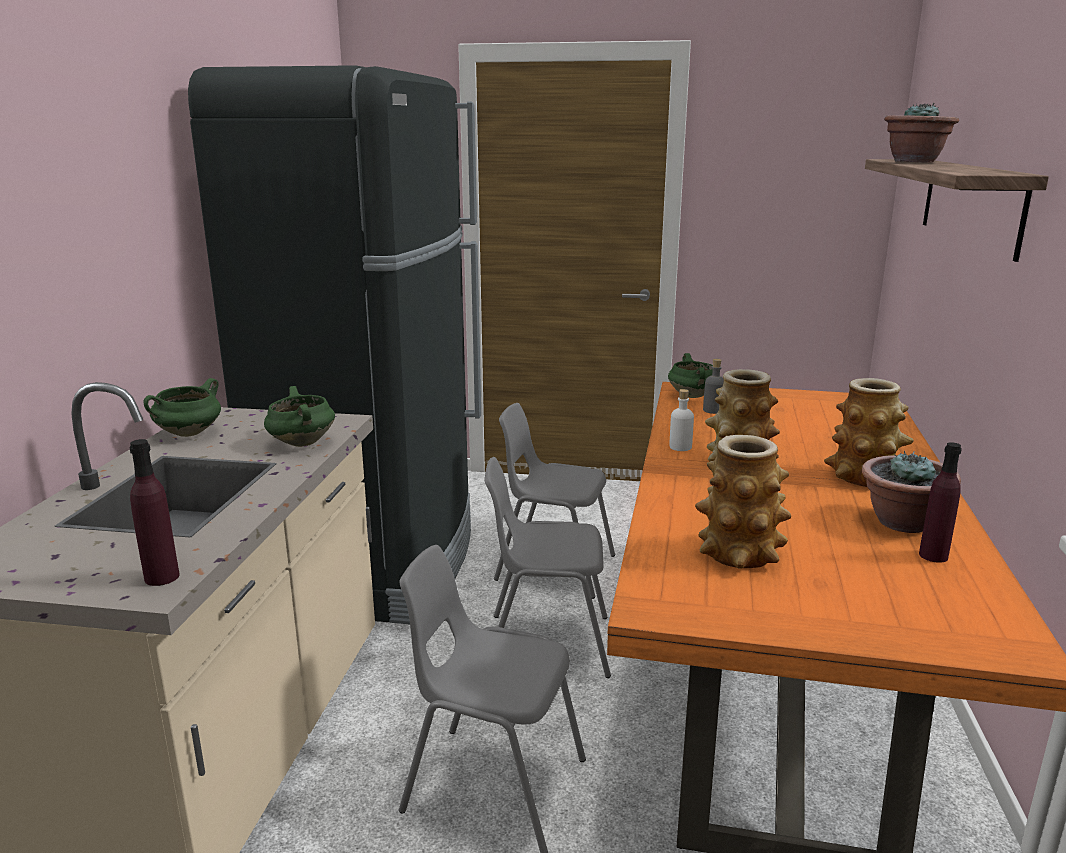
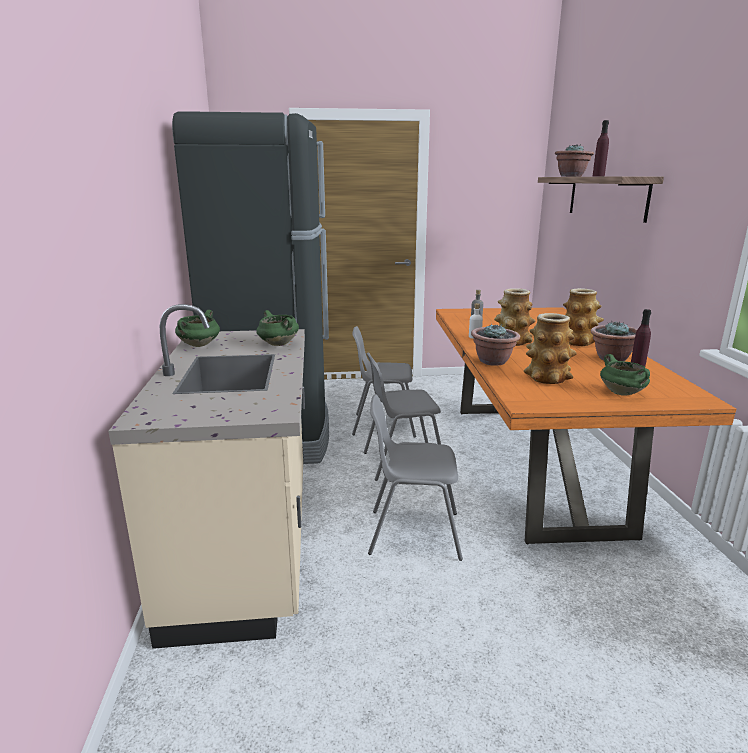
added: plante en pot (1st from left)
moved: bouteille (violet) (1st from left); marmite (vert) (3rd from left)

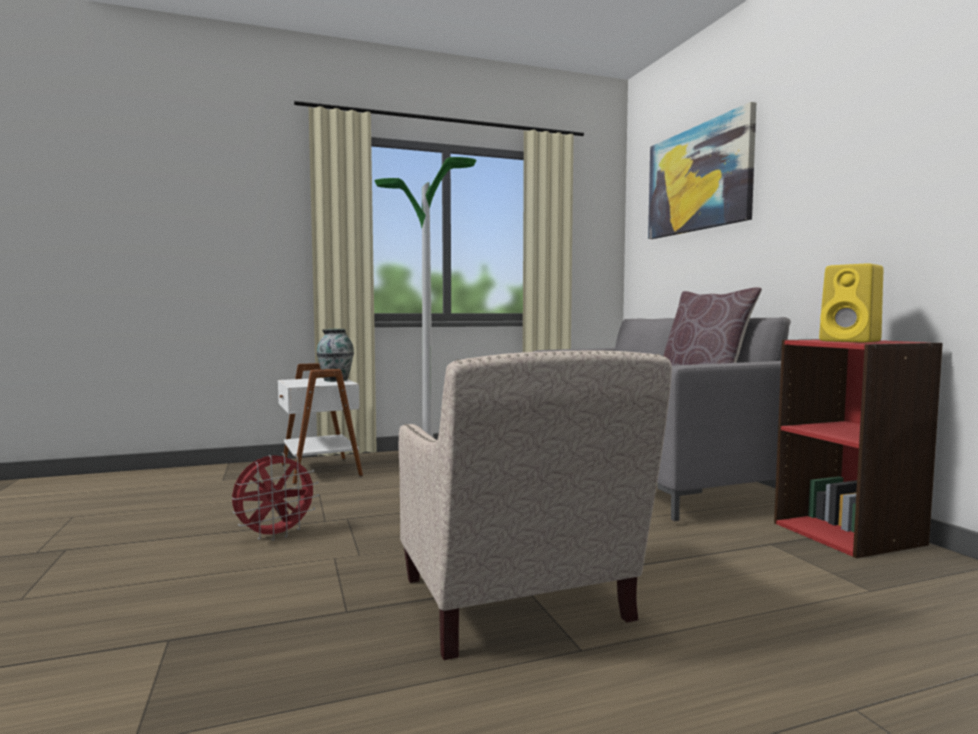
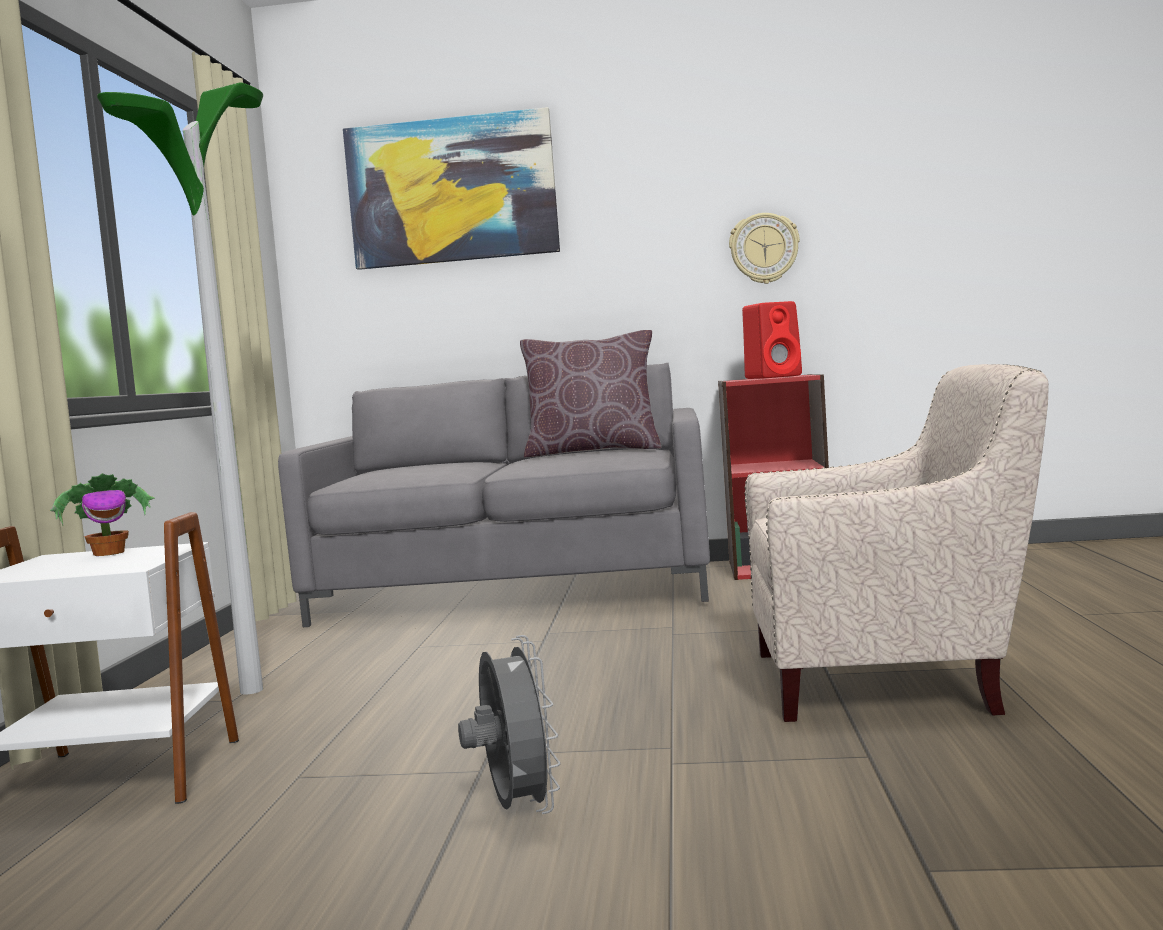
added: horloge murale
replaced: vase to plante en pot
recoloured: ventilateur (rouge) to ventilateur (gris); enceinte (jaune) to enceinte (rouge)

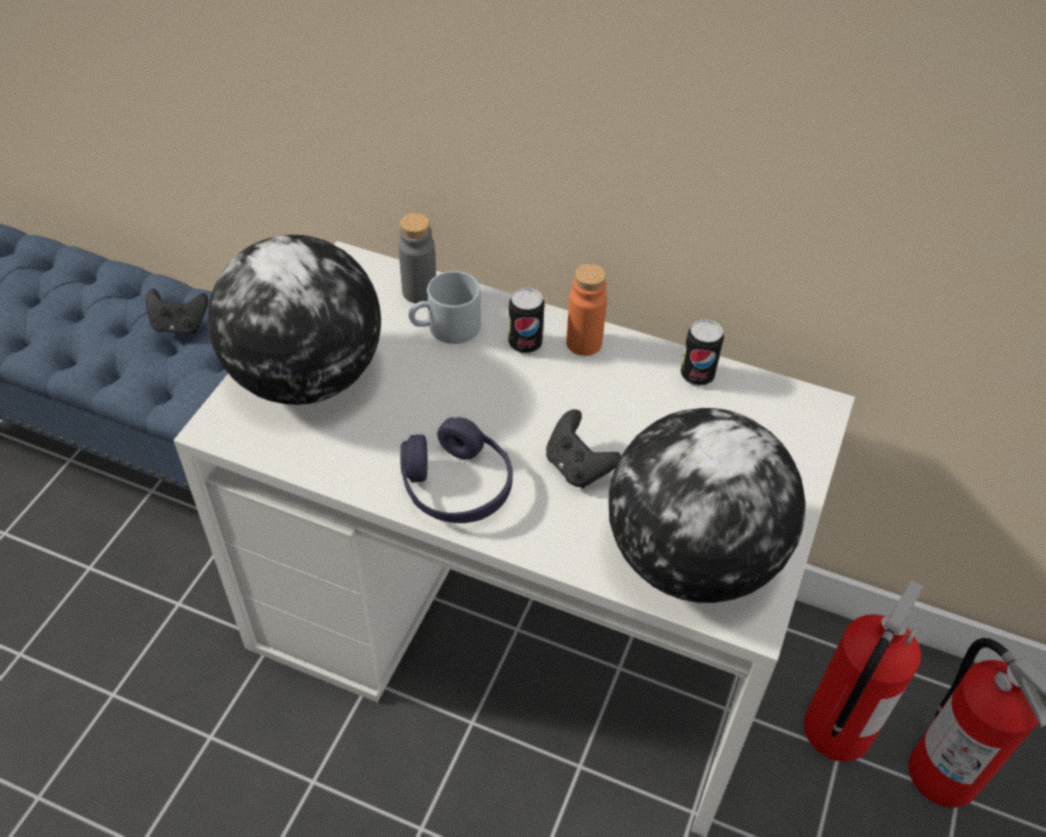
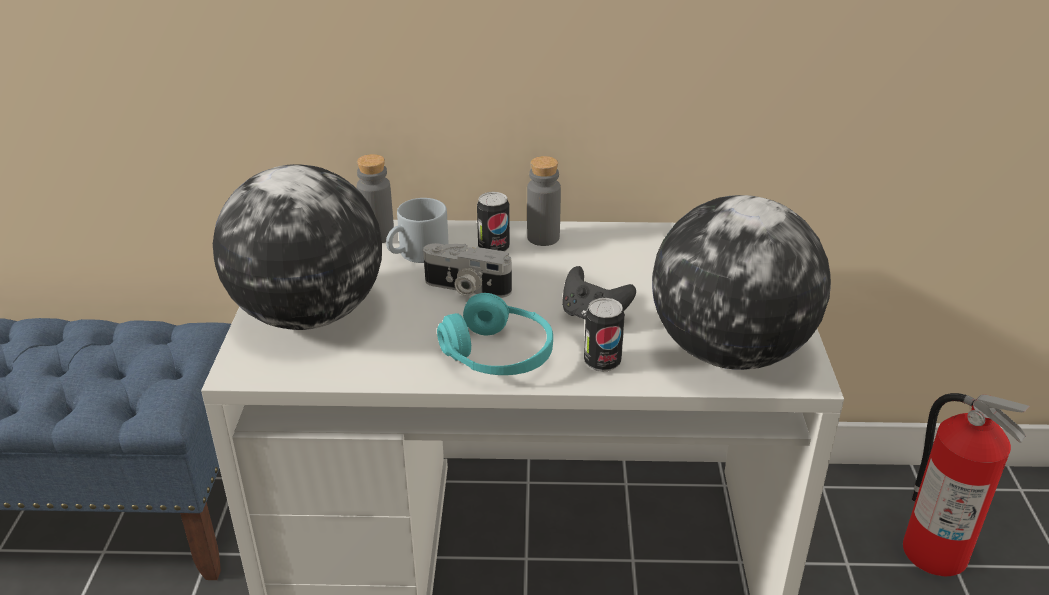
removed: manette (noir) (1st from left); extincteur (1st from left)
added: appareil photo
moved: boîte métallique (2nd from left)
recoloured: casque audio (violet) to casque audio (turquoise); bouteille (orange) to bouteille (gris) (2nd from left)

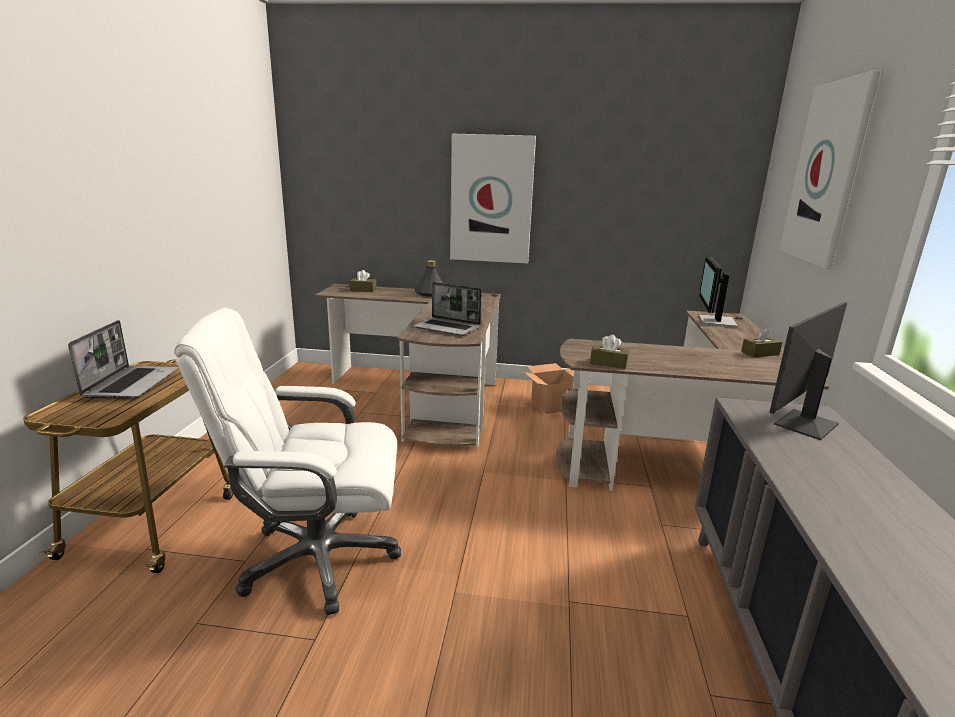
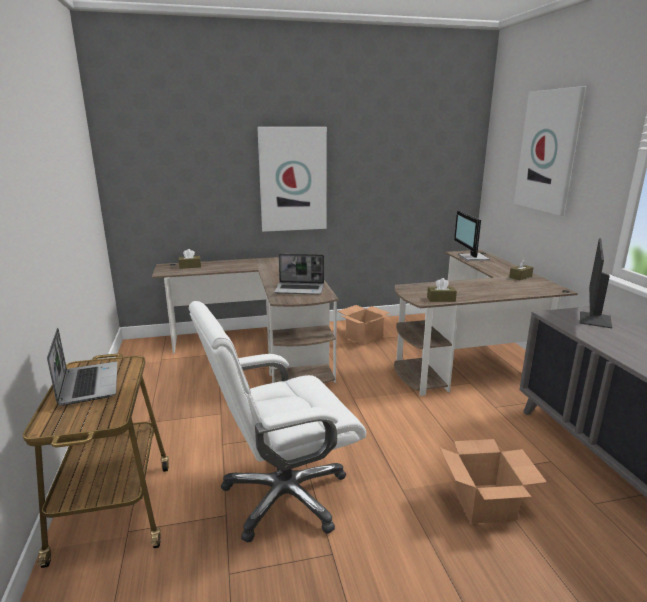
removed: bouteille (gris)
added: carton (2nd from left)

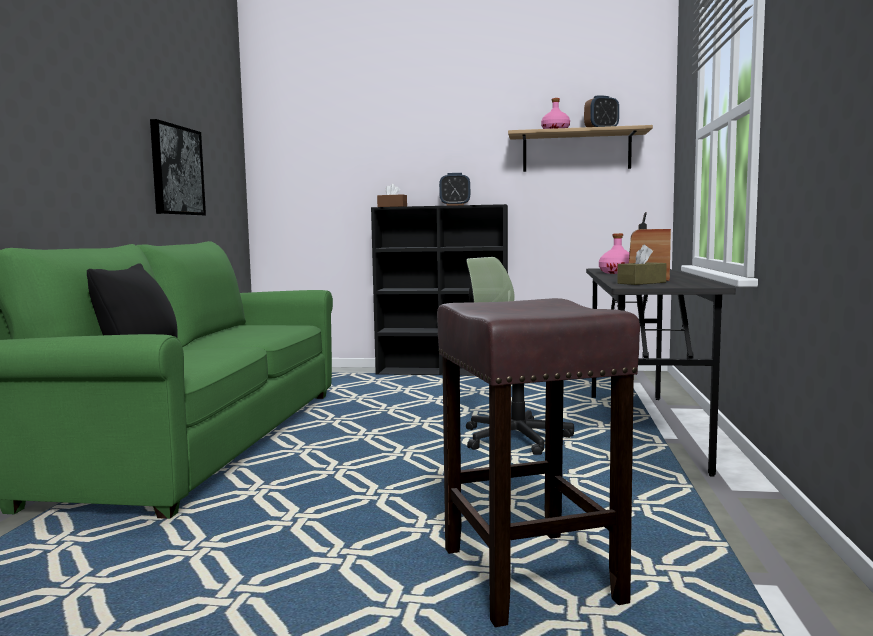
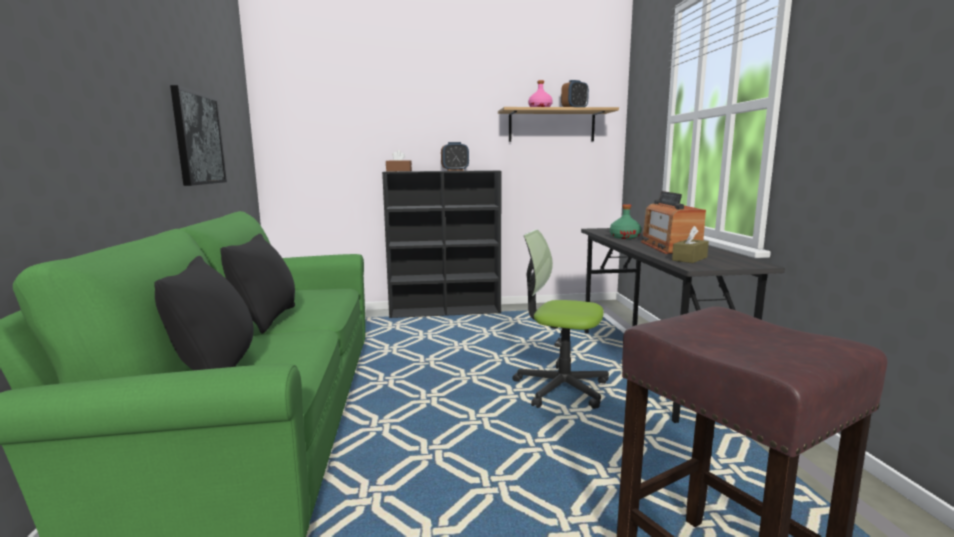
added: coussin (noir) (2nd from left)
recoloured: bouteille (rose) (2nd from left) to bouteille (vert)

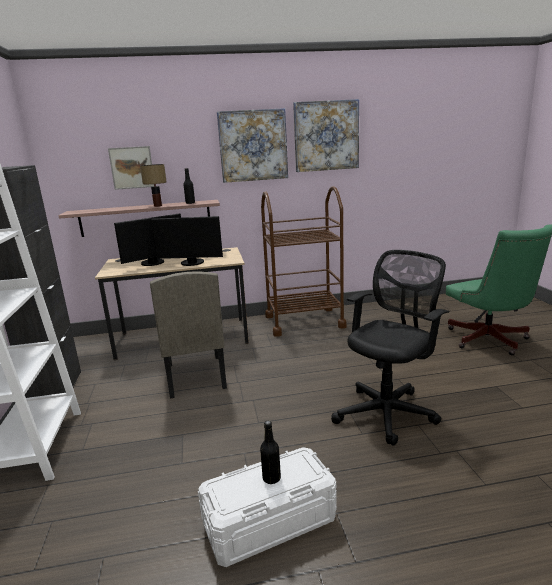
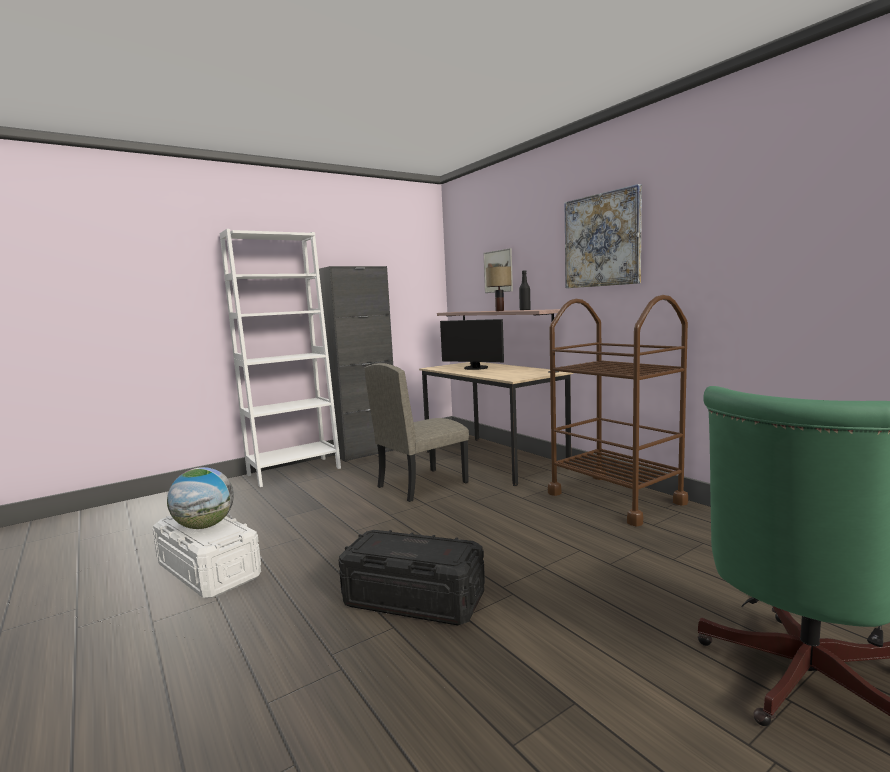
removed: écran d'ordinateur (2nd from left); tableau (3rd from left)
replaced: bouteille (noir) (2nd from left) to globe; chaise de bureau (noir) to boîte de rangement (noir)

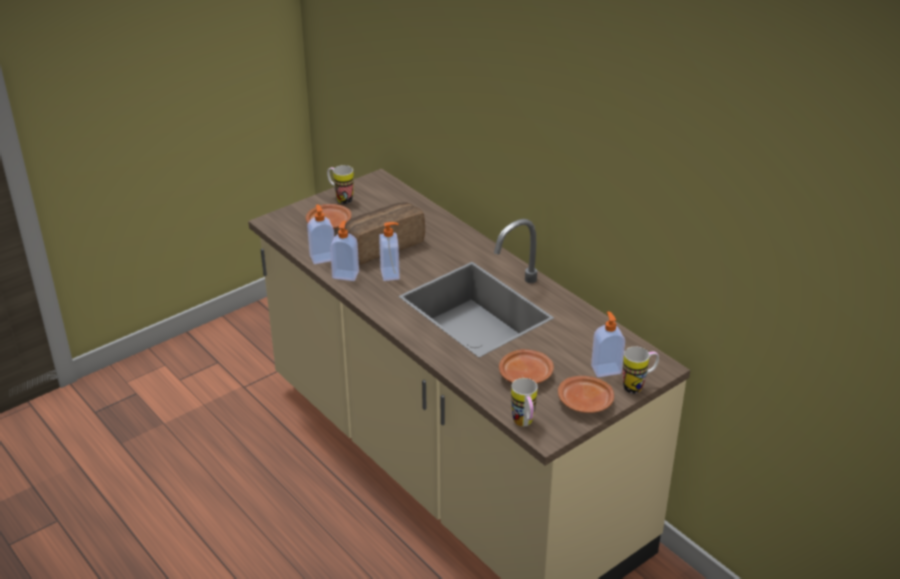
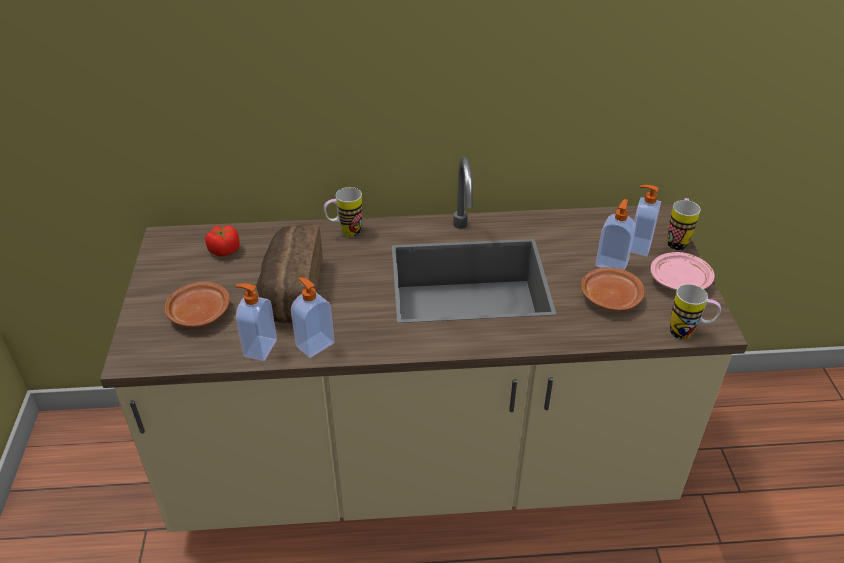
added: tomate
moved: mug (1st from left); distributeur de savon (3rd from left)
recoloured: assiette (marron) (3rd from left) to assiette (rose)

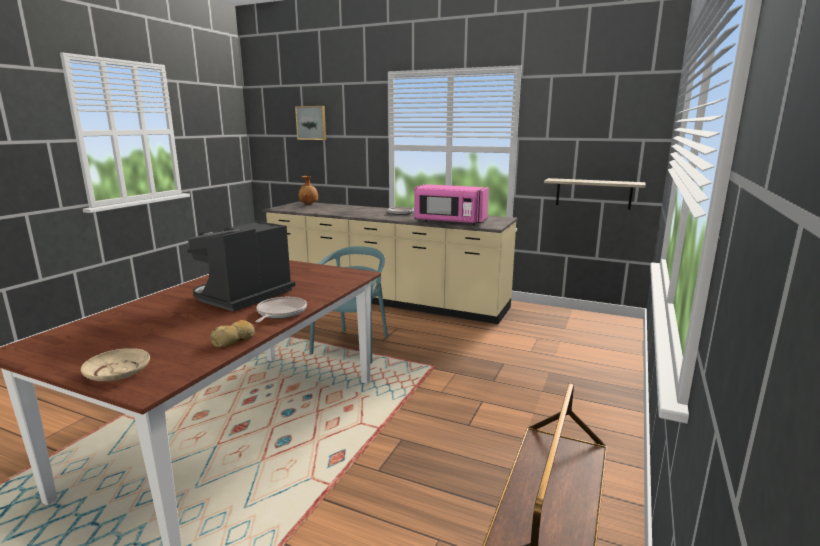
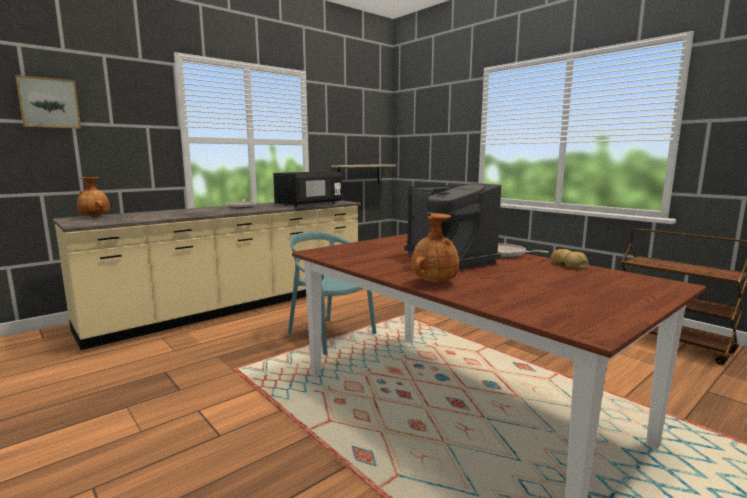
removed: assiette (beige)
added: vase (marron) (2nd from left)
recoloured: micro-ondes (rose) to micro-ondes (noir)

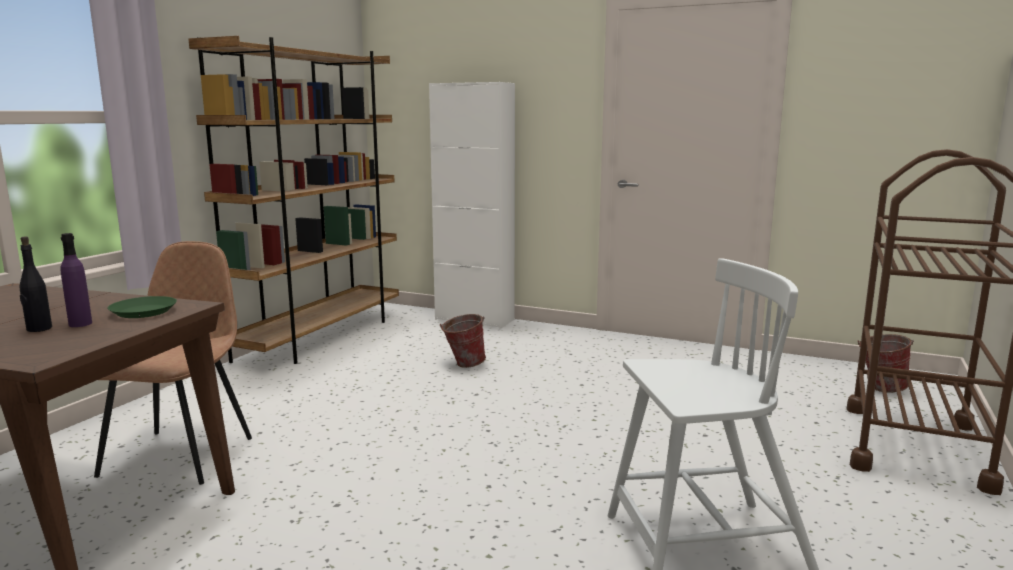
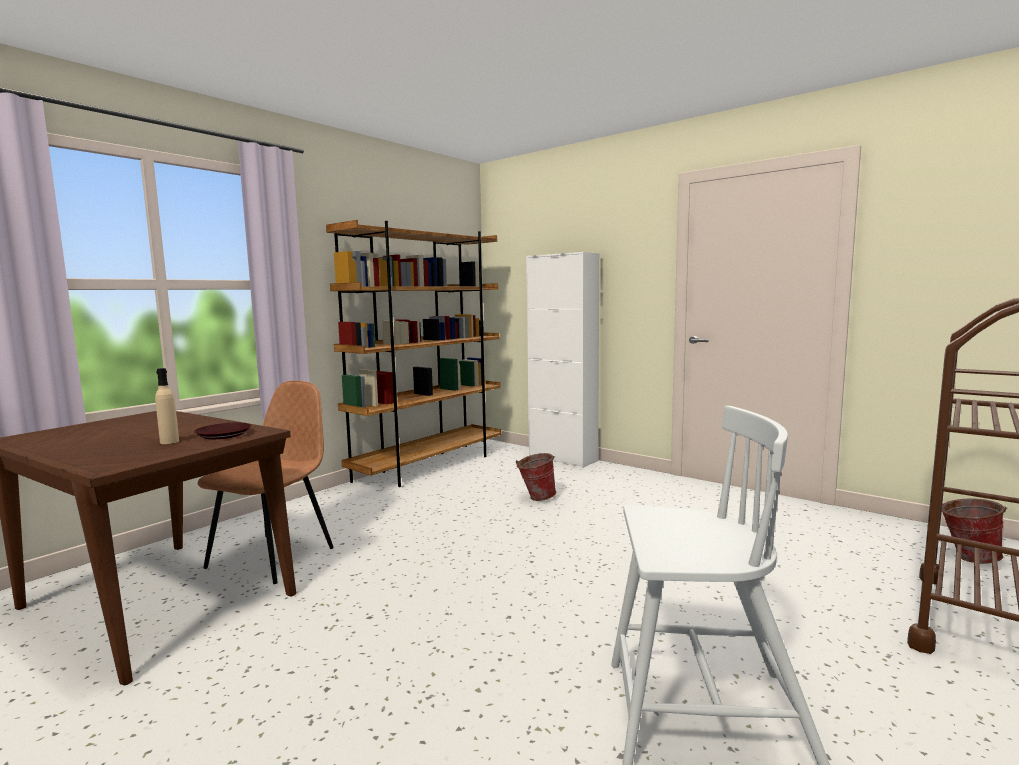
removed: bouteille (noir)
recoloured: bouteille (violet) to bouteille (beige); assiette (vert) to assiette (marron)

